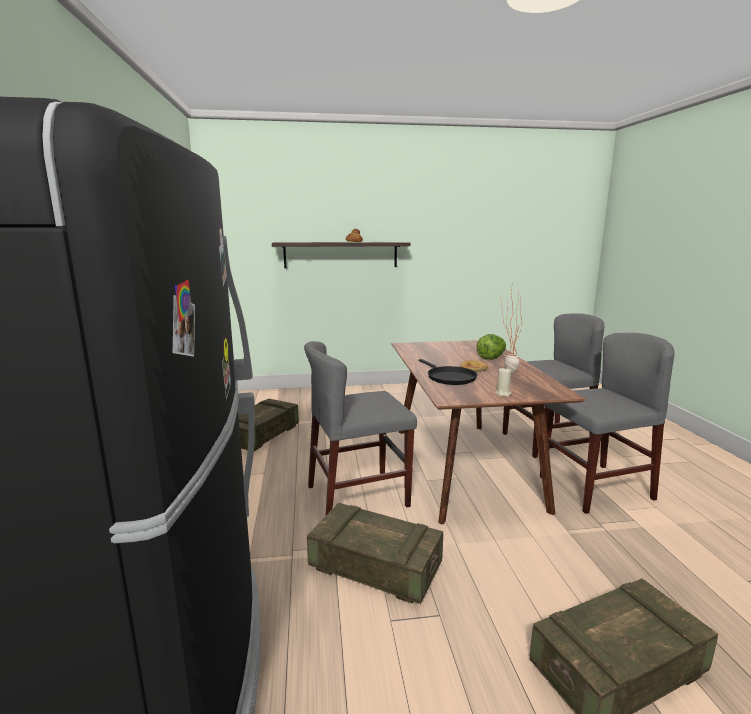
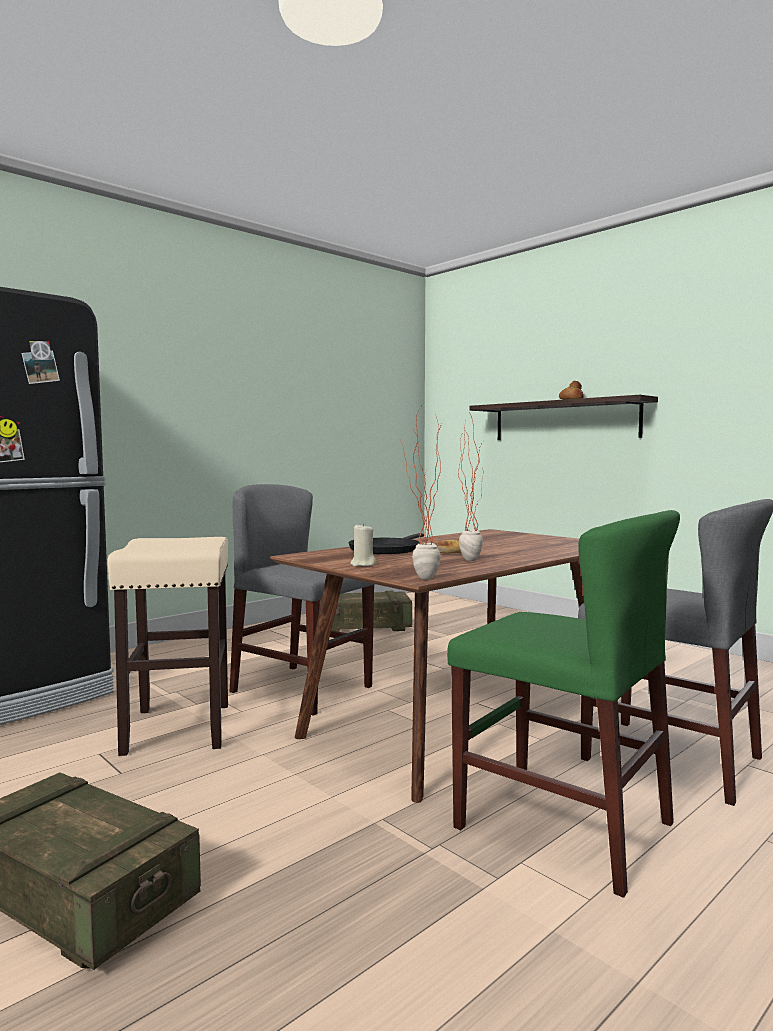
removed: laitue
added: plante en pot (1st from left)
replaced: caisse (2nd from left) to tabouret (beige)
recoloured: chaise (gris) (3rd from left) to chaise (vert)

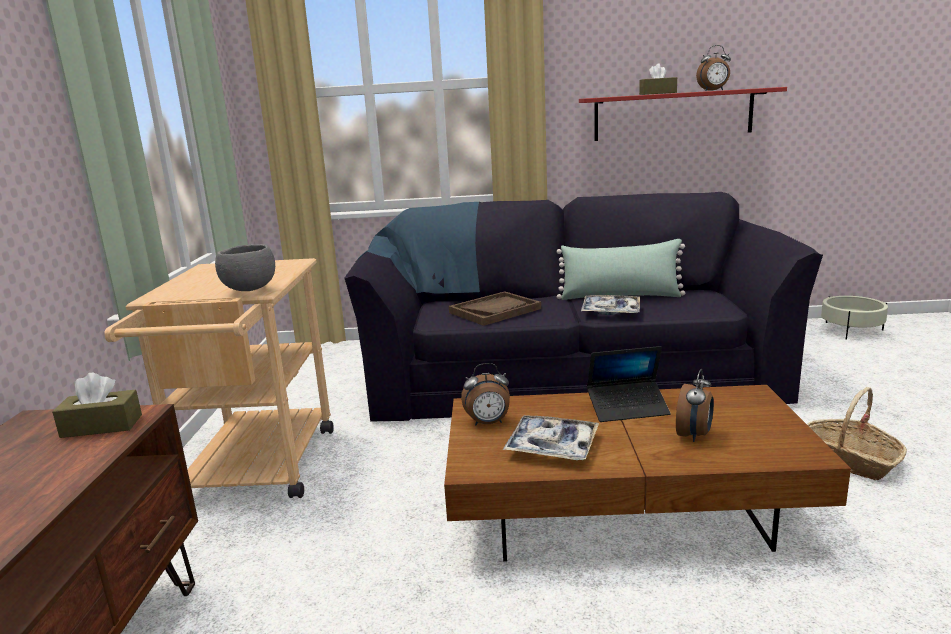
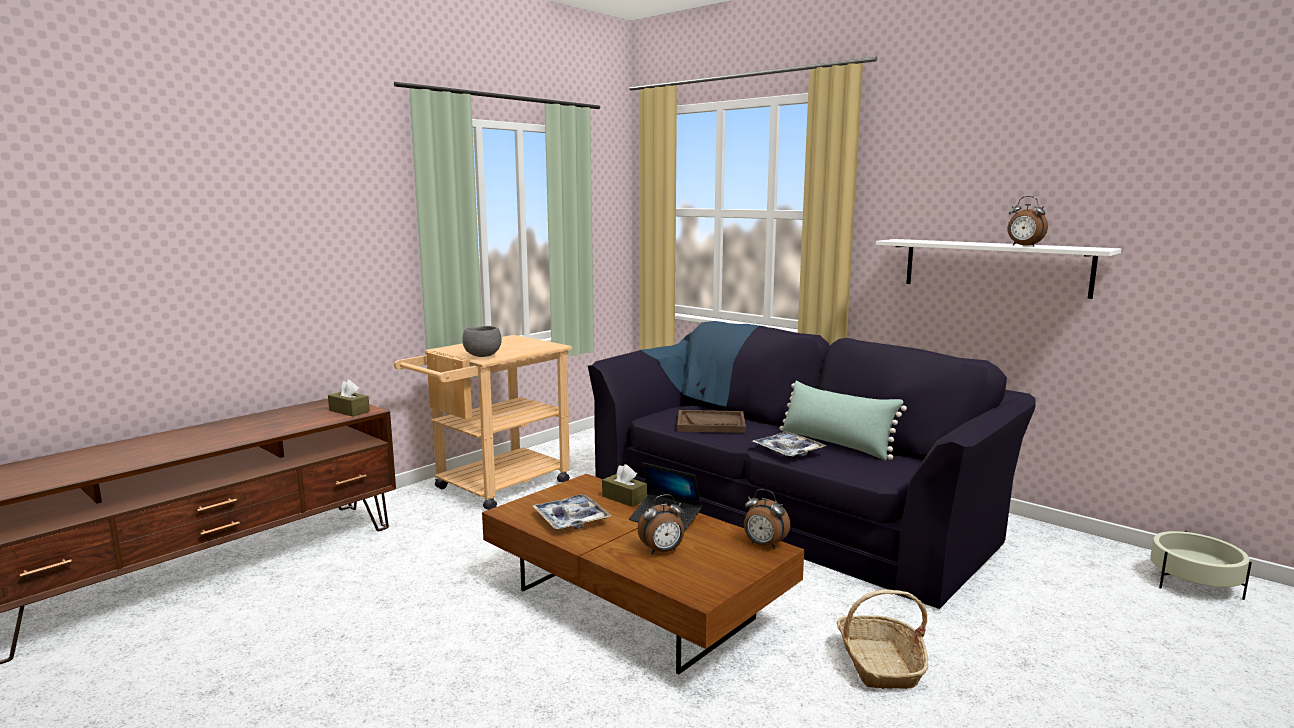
moved: réveil (1st from left in the first image) to réveil (2nd from left); boîte à mouchoirs (marron) (2nd from left)
recoloured: étagère (rouge) to étagère (blanc)

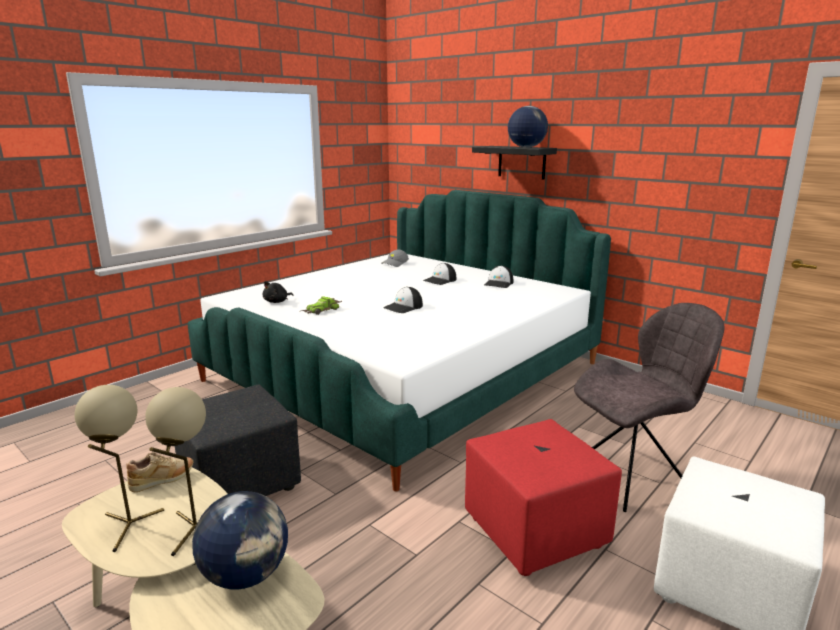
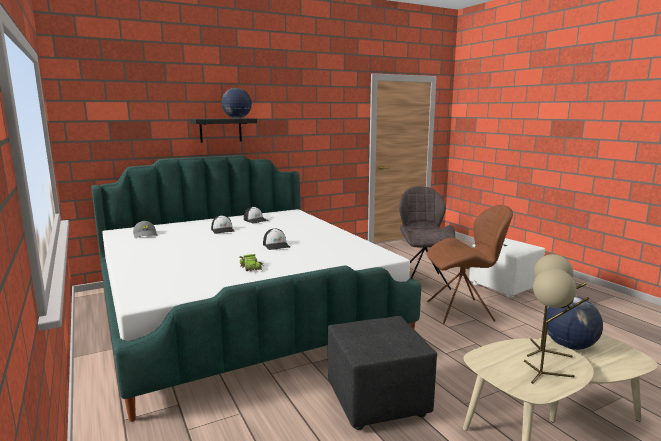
removed: chaussure (beige); peluche (noir)
replaced: pouf (rouge) to chaise (marron)

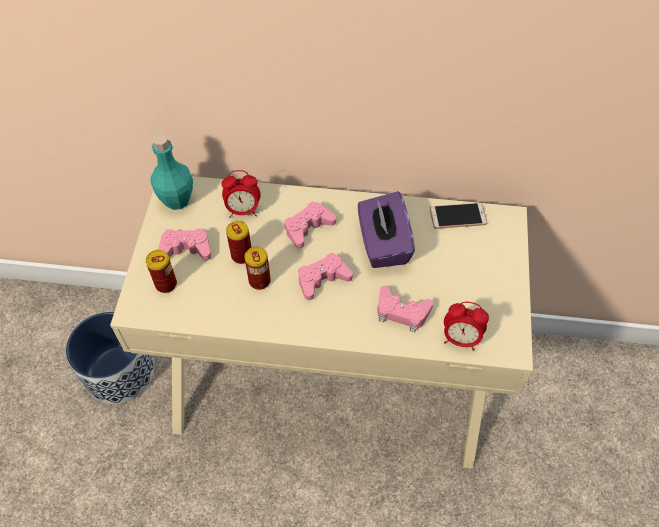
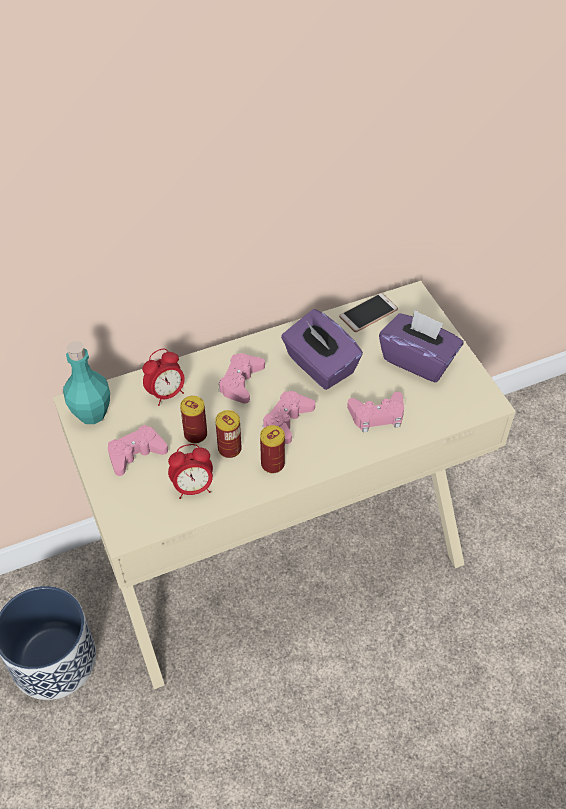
added: boîte à mouchoirs (violet) (2nd from left)
moved: boîte métallique (1st from left in the first image) to boîte métallique (3rd from left); réveil (2nd from left)

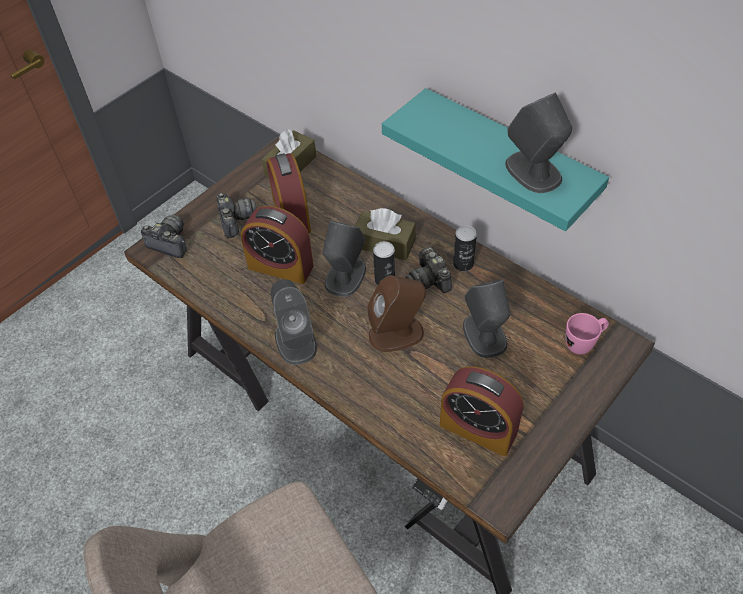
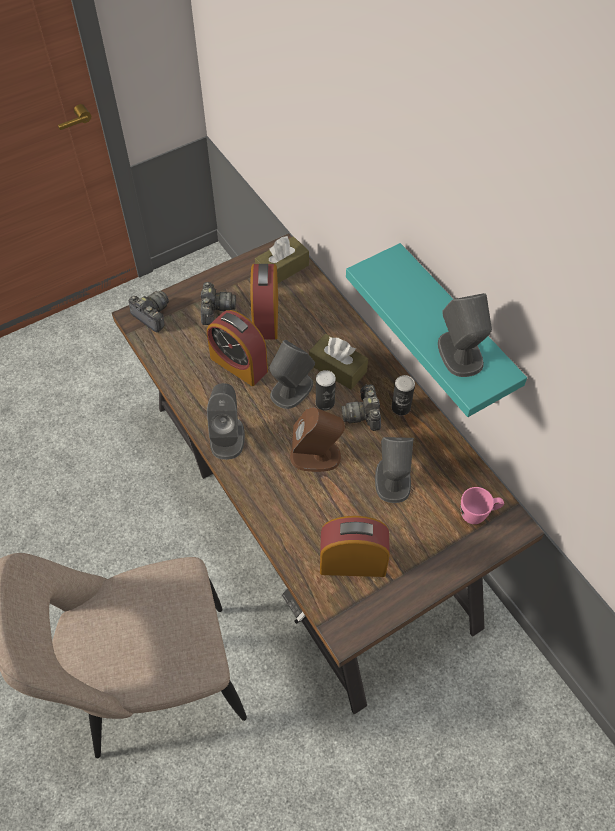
turned: réveil (3rd from left) 135 degrees clockwise

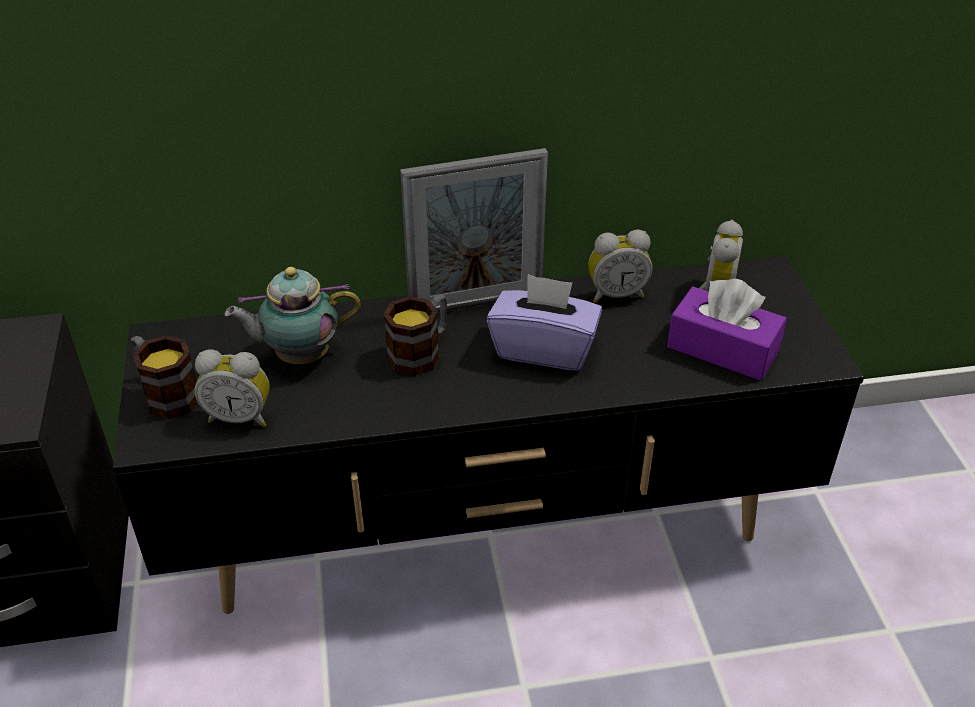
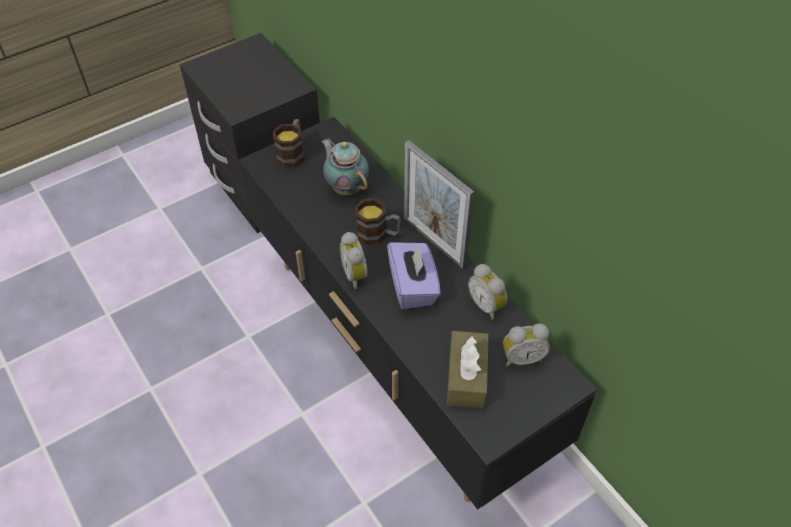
moved: réveil (1st from left)
recoloured: boîte à mouchoirs (violet) (2nd from left) to boîte à mouchoirs (marron)

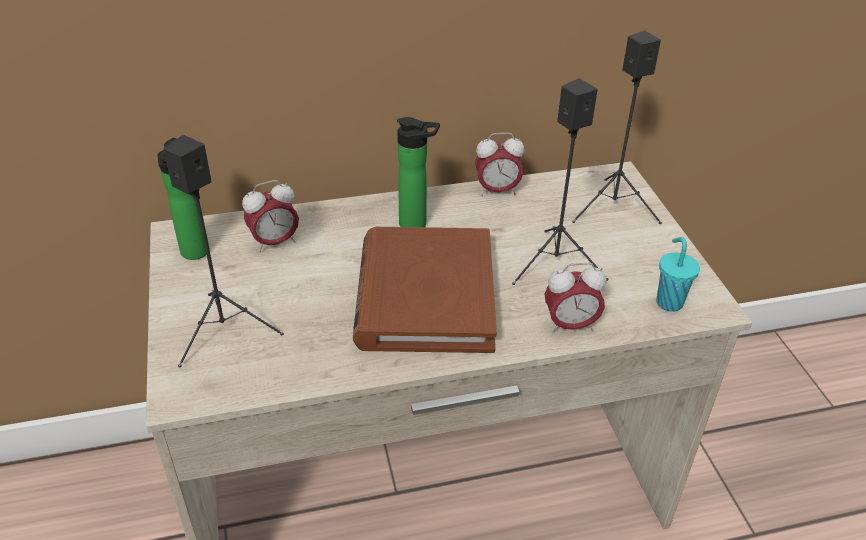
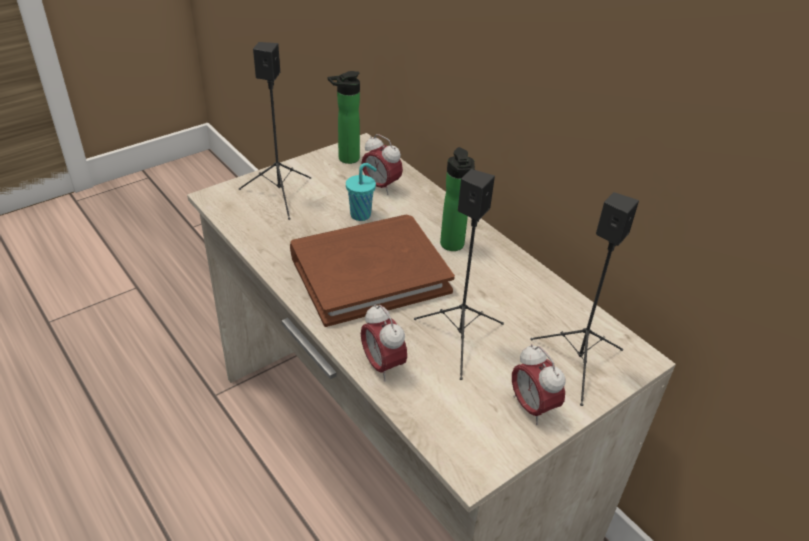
moved: réveil (2nd from left in the first image) to réveil (3rd from left); tasse (turquoise)

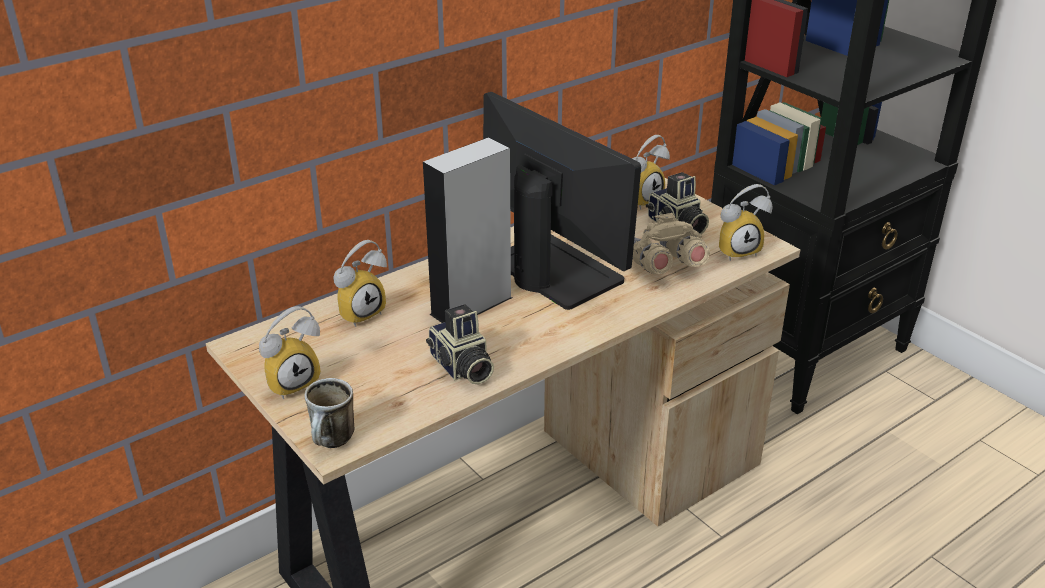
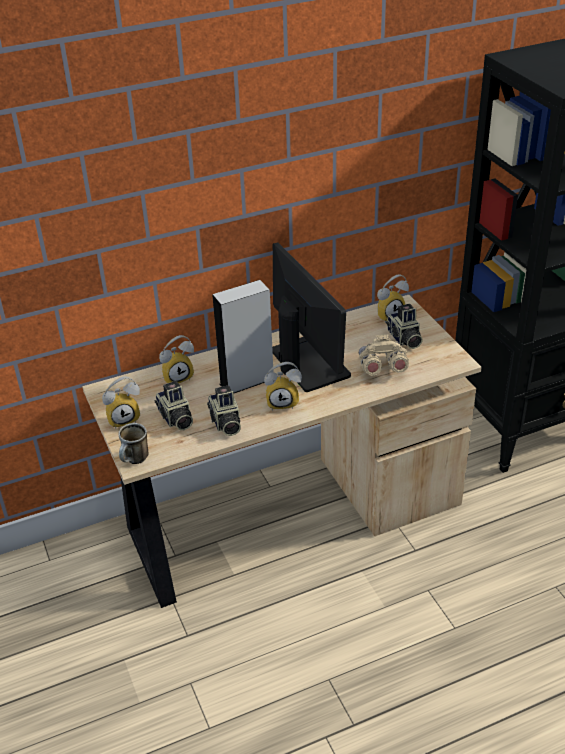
added: appareil photo (1st from left)
moved: réveil (4th from left in the first image) to réveil (3rd from left)

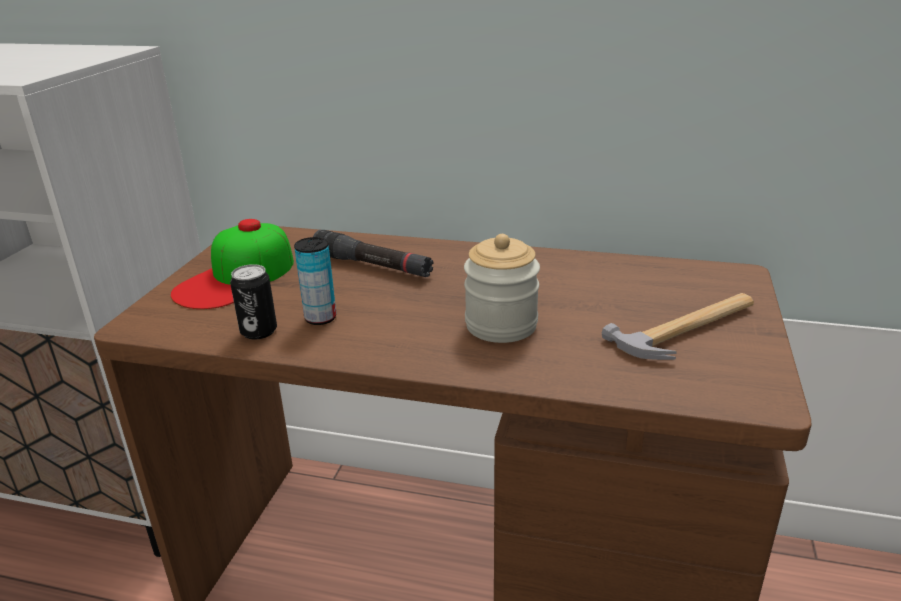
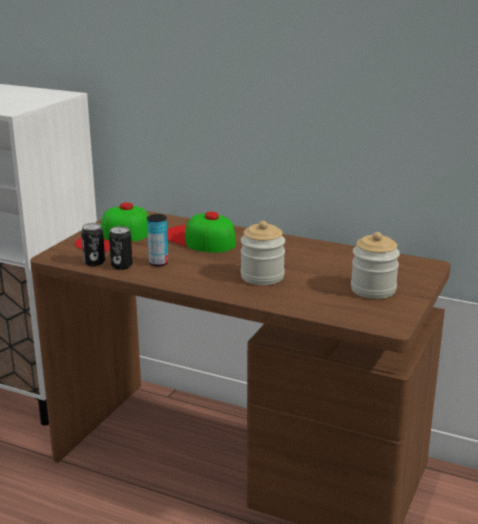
added: boîte métallique (1st from left)
replaced: lampe de poche (noir) to casquette (2nd from left); marteau to bocal (2nd from left)

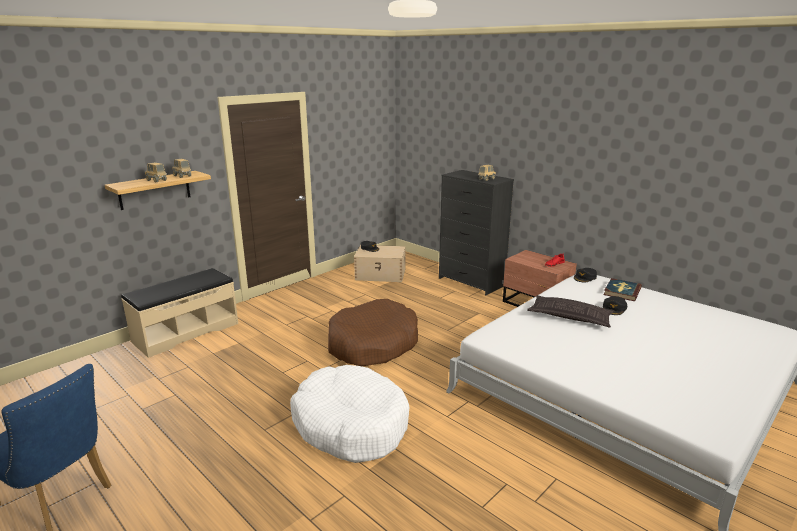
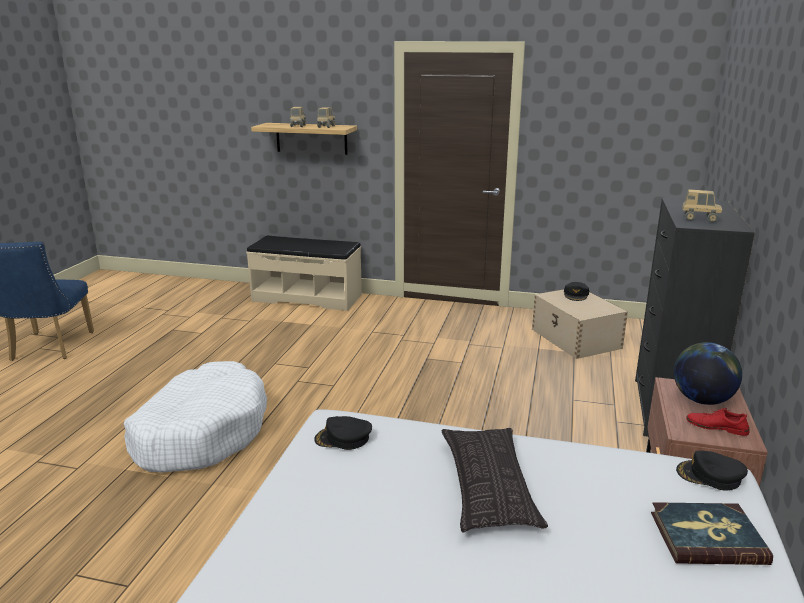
removed: panier pour chien (marron)
added: globe
moved: casquette (noir) (3rd from left in the first image) to casquette (noir) (1st from left)

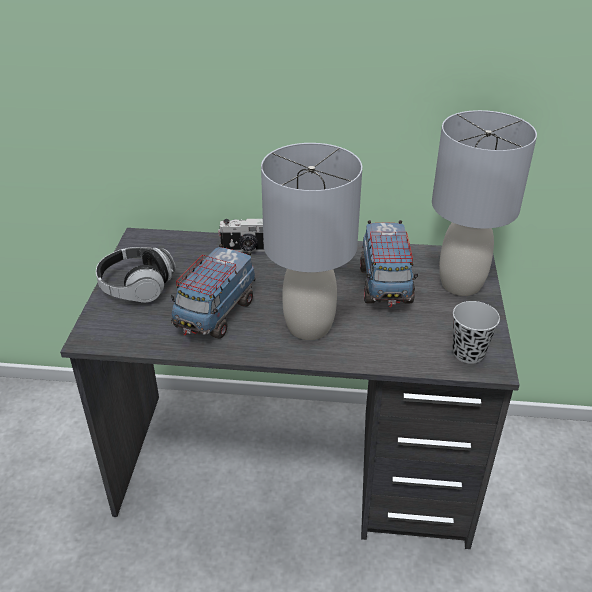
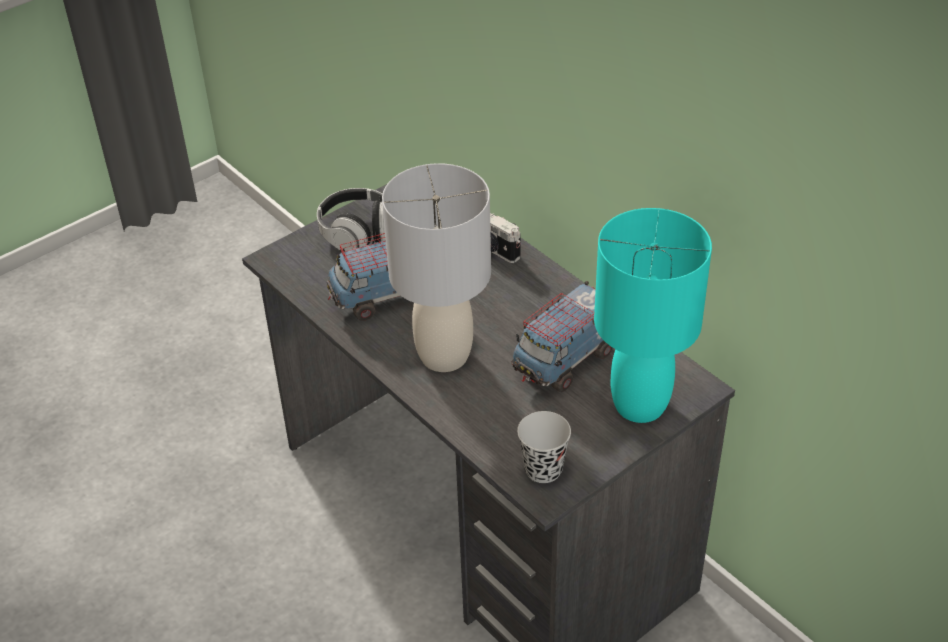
recoloured: lampe de table (gris) (2nd from left) to lampe de table (turquoise)

